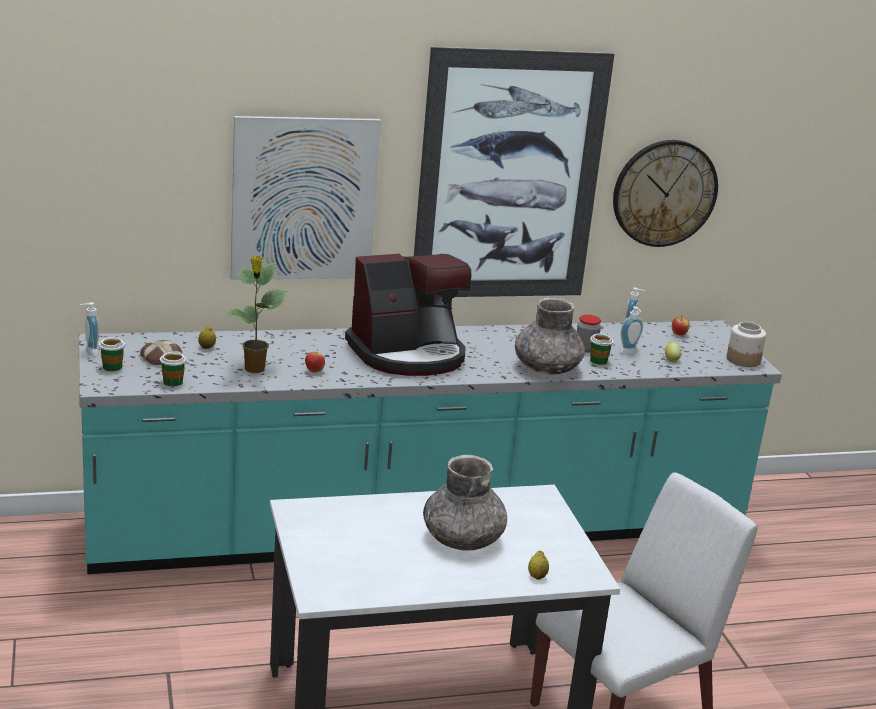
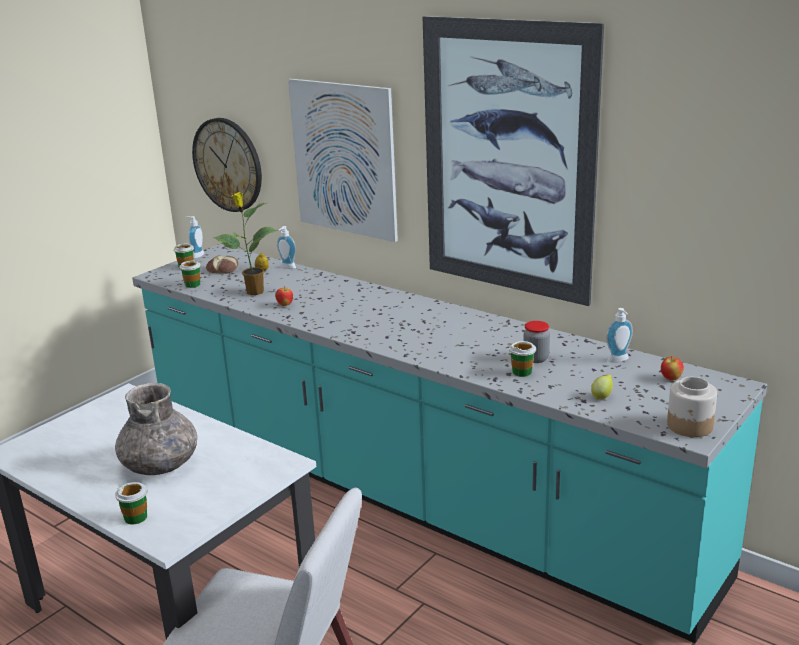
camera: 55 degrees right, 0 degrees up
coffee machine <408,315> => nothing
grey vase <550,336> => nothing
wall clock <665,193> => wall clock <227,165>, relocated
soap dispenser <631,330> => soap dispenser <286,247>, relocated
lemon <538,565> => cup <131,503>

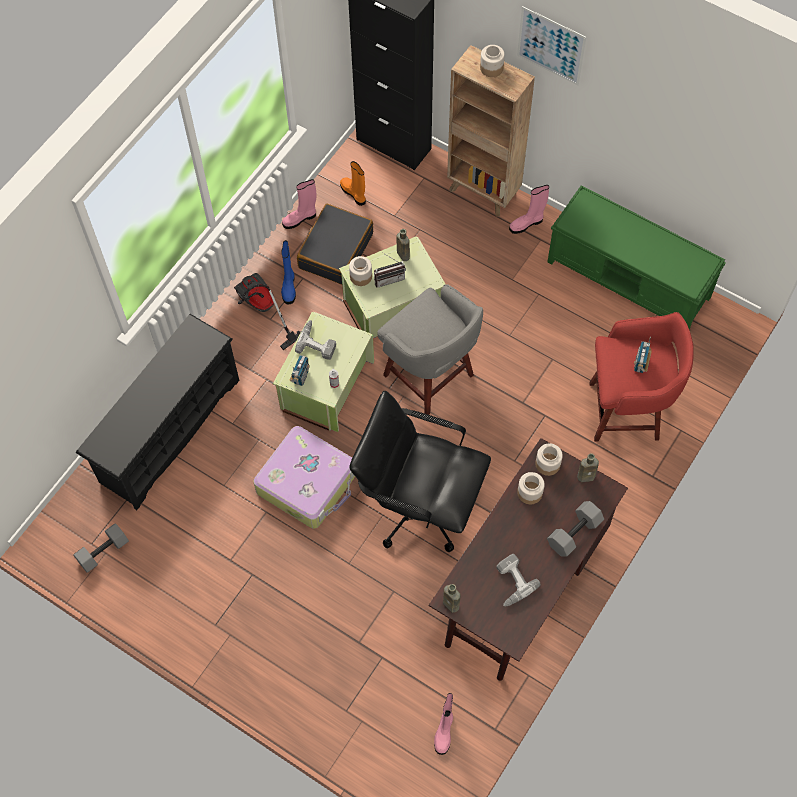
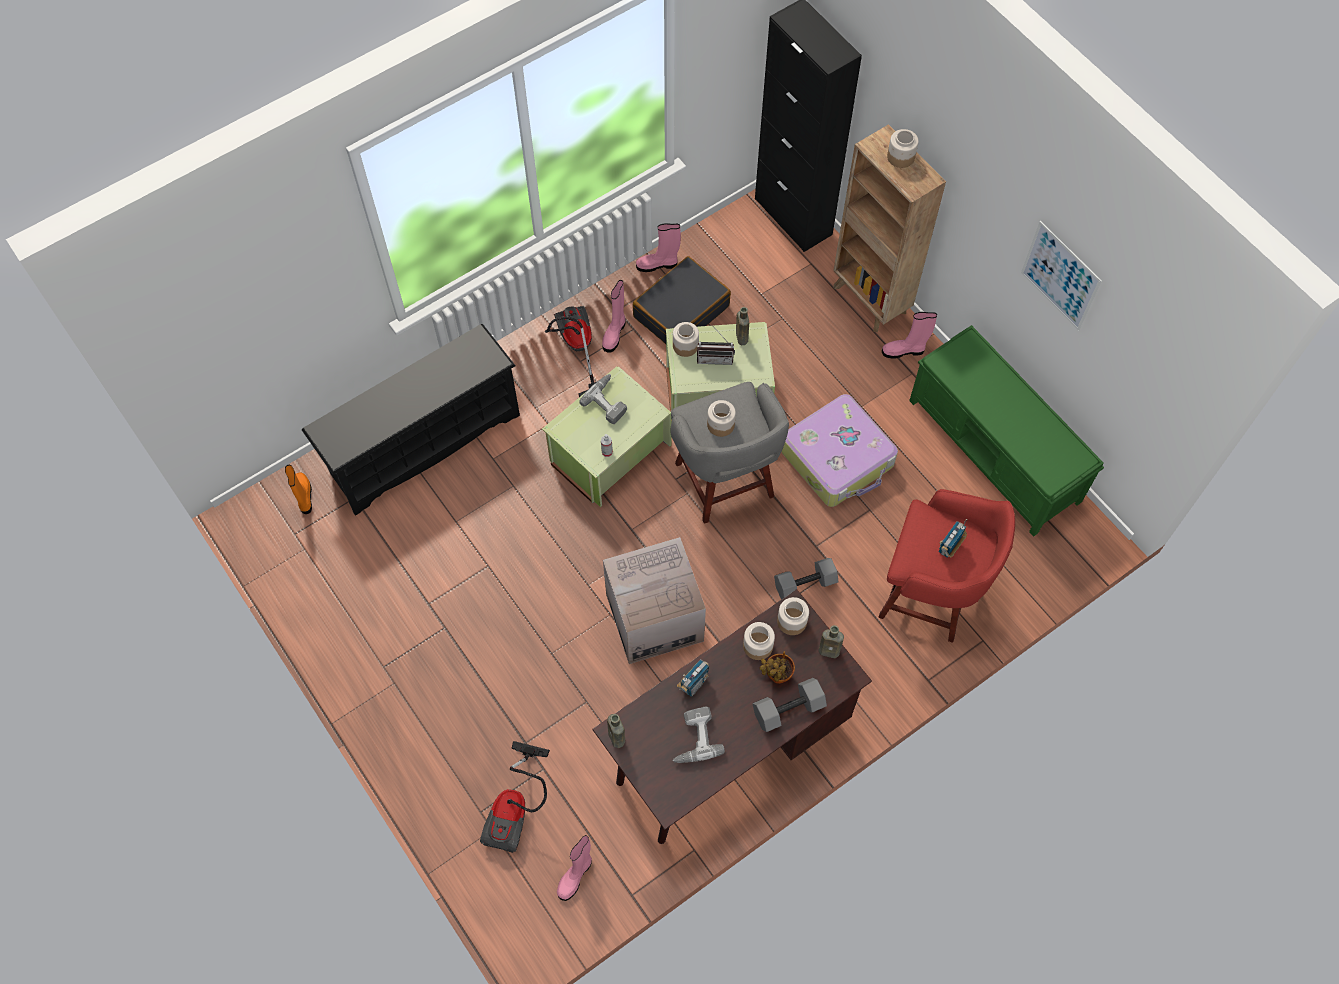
camera: 20 degrees right, 0 degrees up
nothing => vacuum cleaner <515,797>
nothing => jar <721,418>
nothing => potted plant <777,667>
grey dumbbell <101,548> => grey dumbbell <806,579>, relocated
suitcase <304,477> => suitcase <840,450>, relocated
radio <300,370> => radio <693,677>, relocated
orange boot <353,183> => orange boot <298,489>, relocated
picture <551,46> => picture <1061,276>, relocated
black office chair <420,471> => cardboard box <654,600>
blue boot <288,272> => pink boot <614,316>

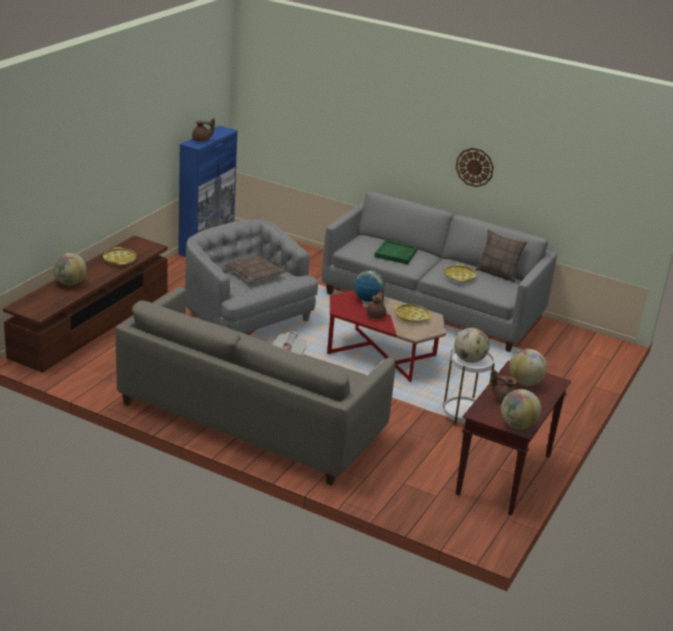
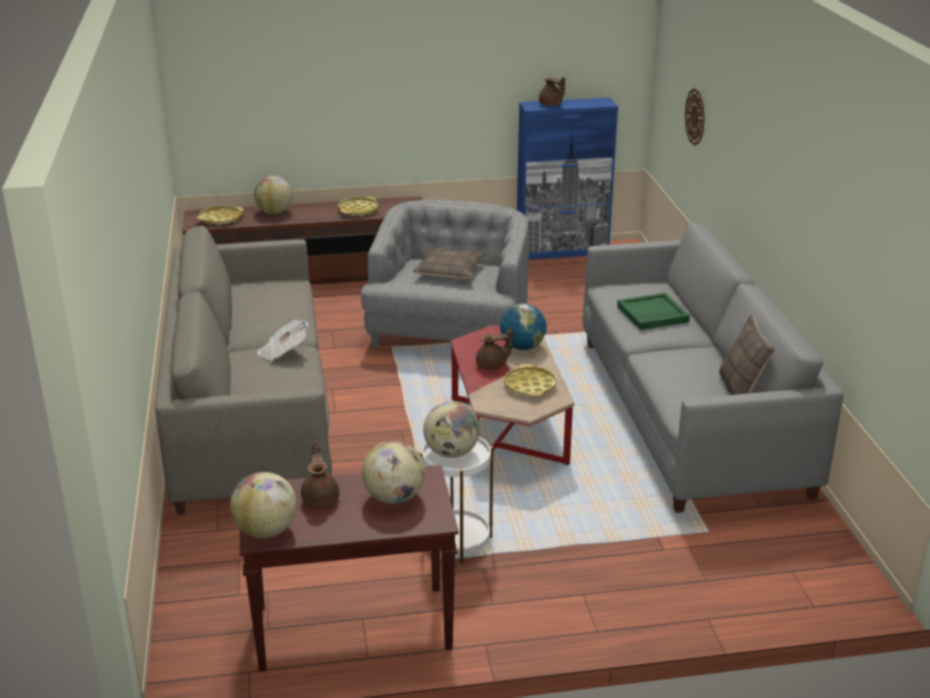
camera: 55 degrees right, 0 degrees up
yellow tray <460,273> => yellow tray <220,215>, relocated
wall clock <475,167> => wall clock <695,117>, relocated

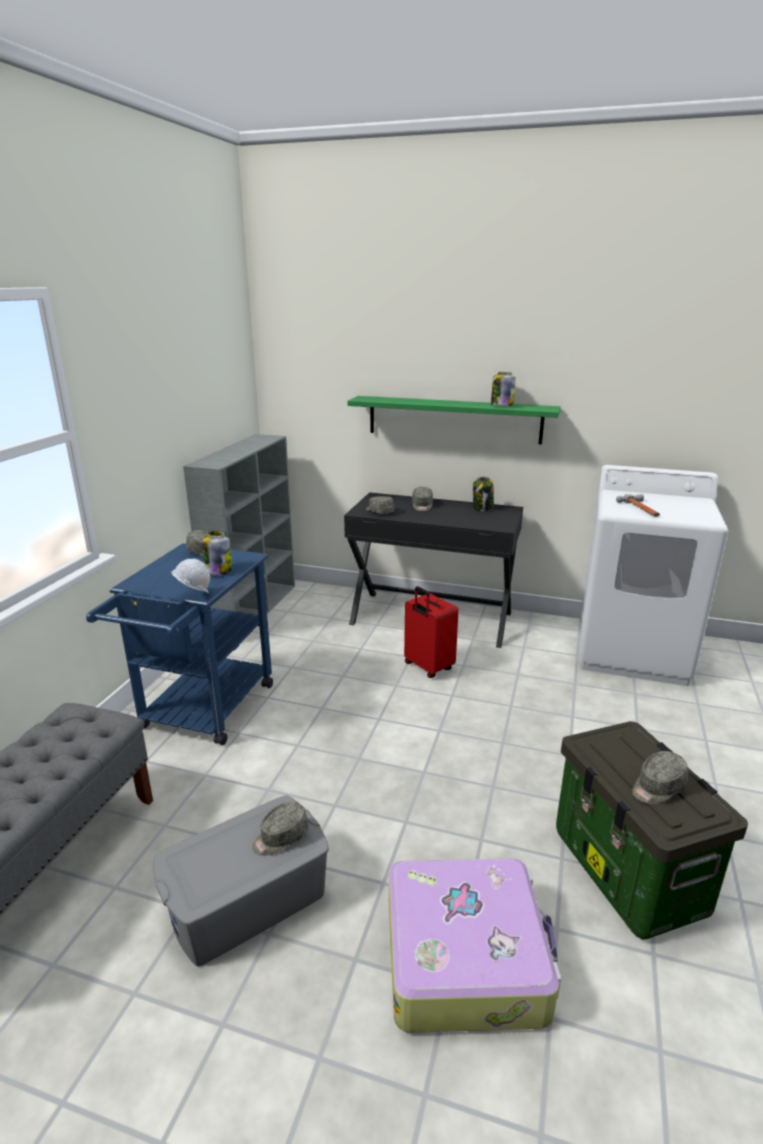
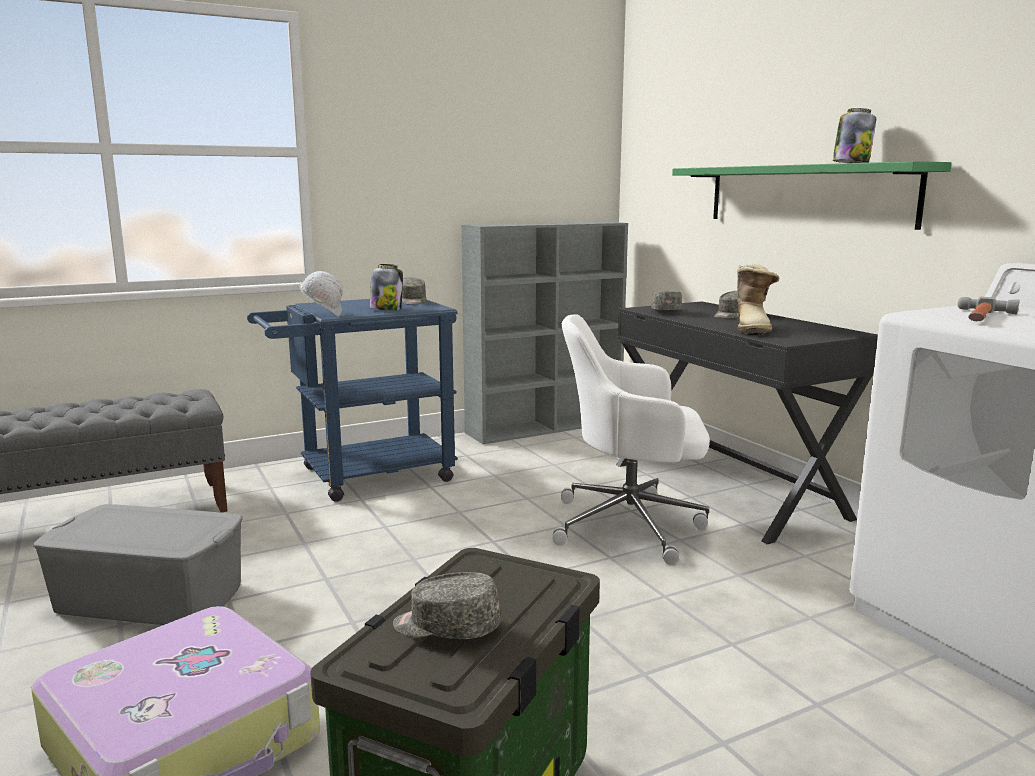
camera: 45 degrees right, 10 degrees down
grey cap <280,829> => nothing
jar <483,494> => nothing
nothing => boot <758,299>
red suitcase <431,632> => white office chair <631,439>

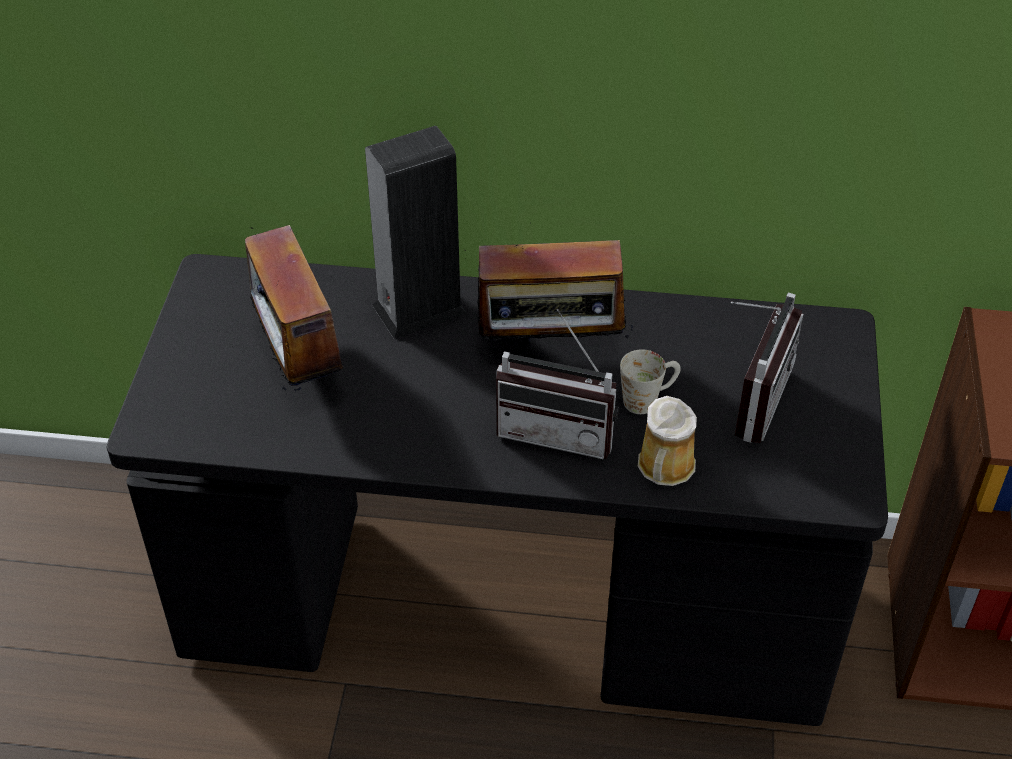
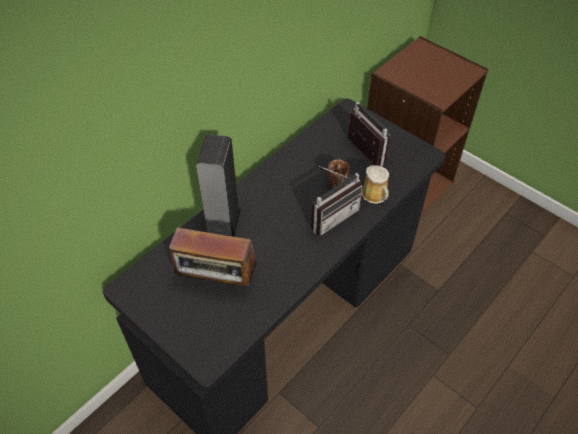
camera: 55 degrees left, 5 degrees up
radio <555,291> => nothing
white mug <650,381> => brown mug <338,173>

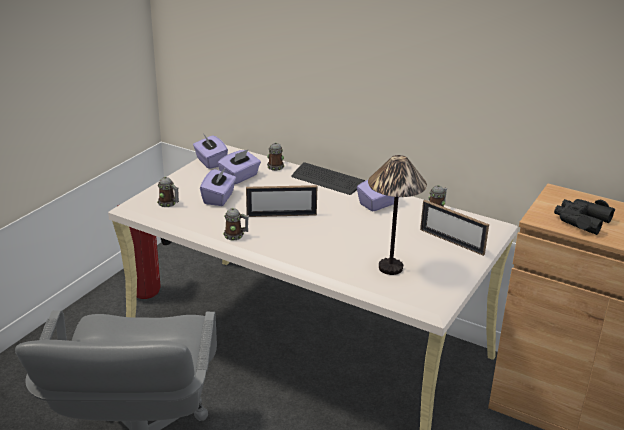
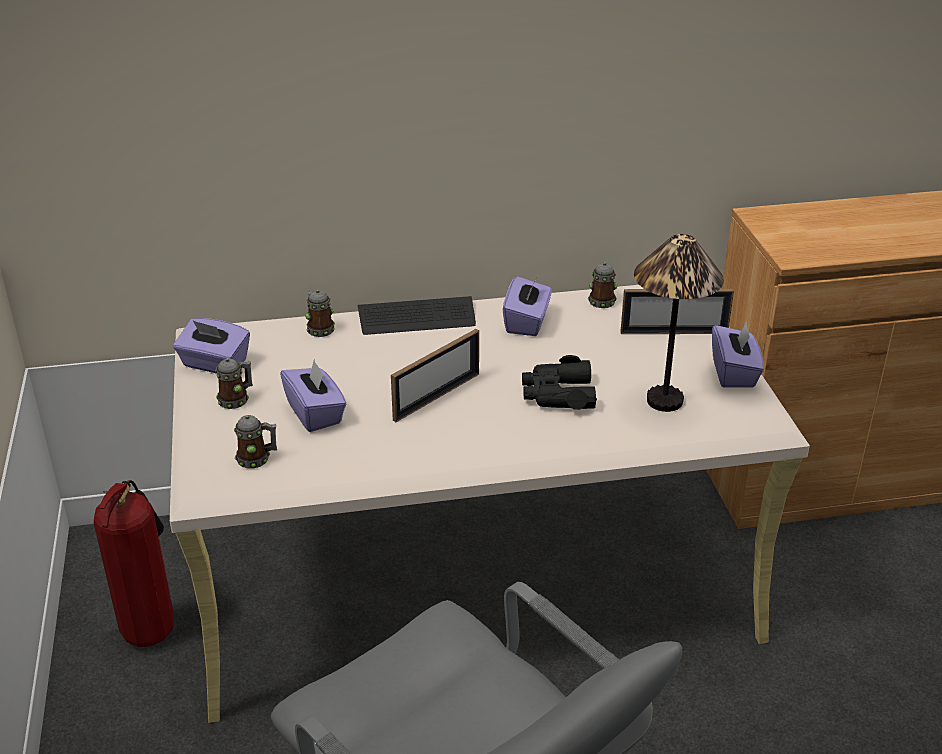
camera: 40 degrees left, 5 degrees up
purple tissue box <239,167> => purple tissue box <738,355>, relocated
mug <236,224> => mug <234,383>, relocated
black binoculars <584,217> => black binoculars <559,382>, relocated

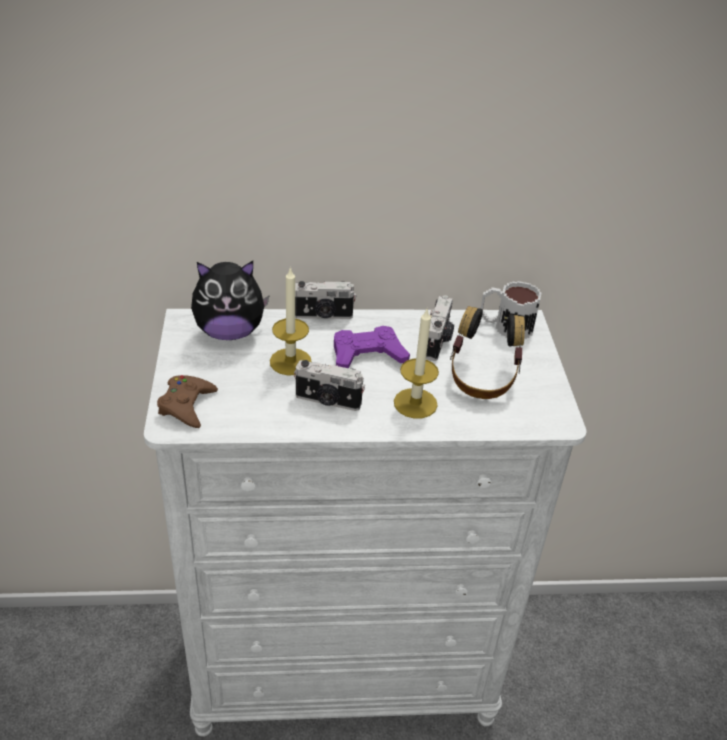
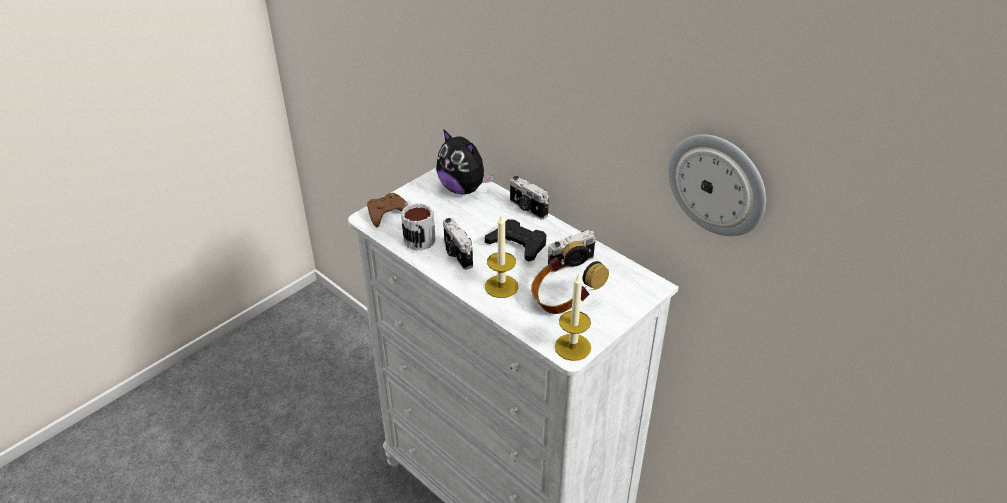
camera: 50 degrees right, 0 degrees up
nothing => wall clock <717,185>
candle <291,321> => candle <573,317>, relocated
mug <511,310> => mug <418,226>, relocated
purple game controller <372,347> => black game controller <515,240>

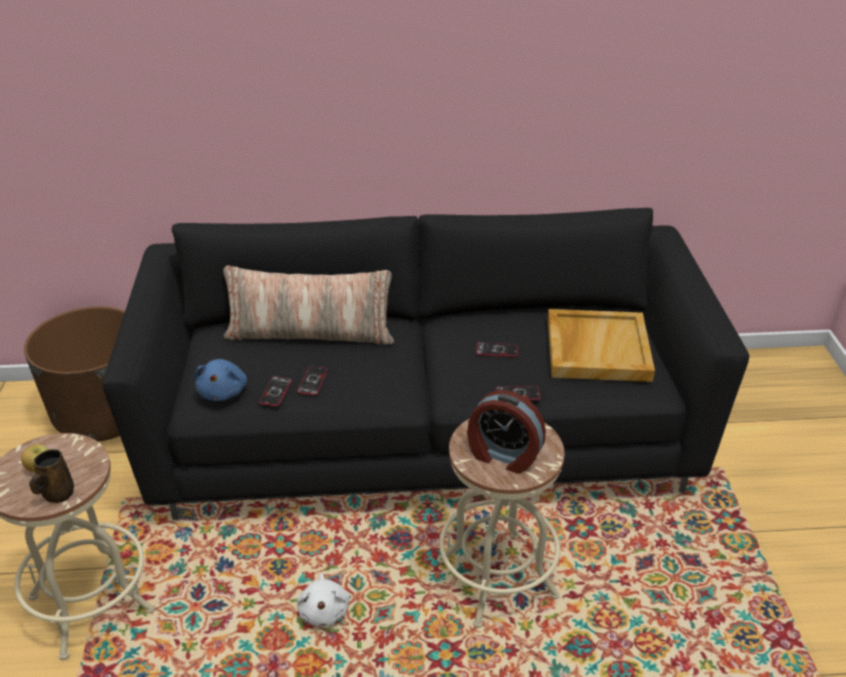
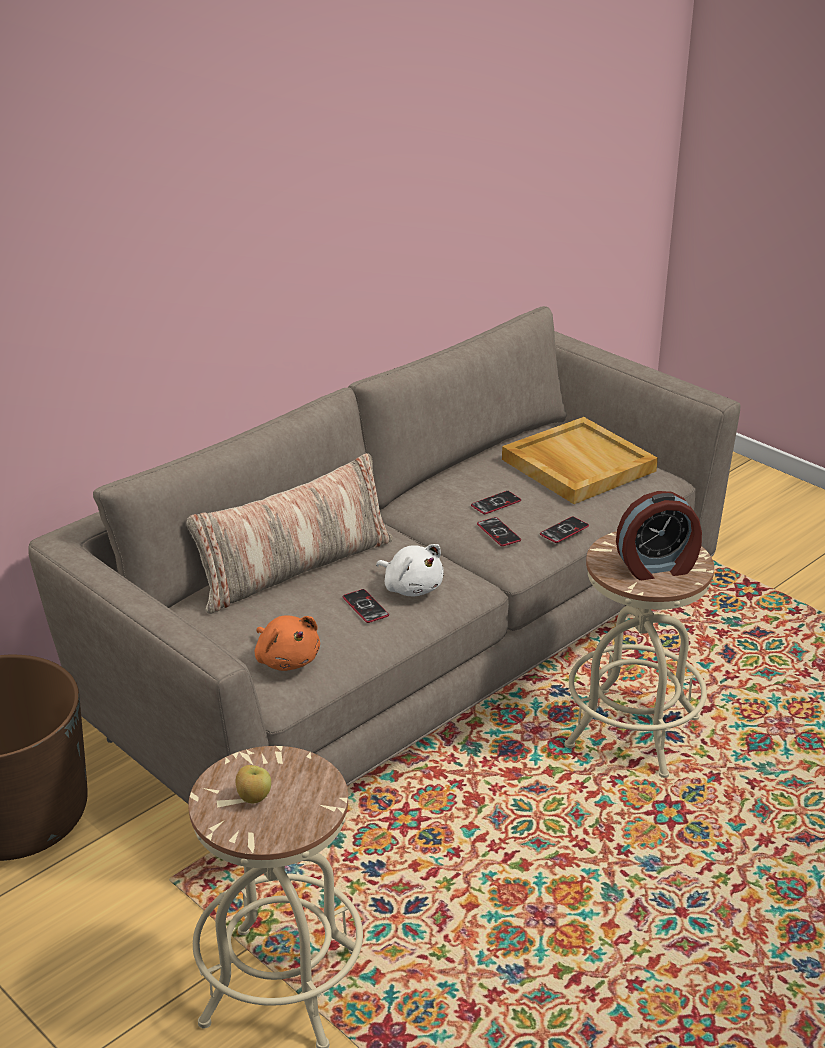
camera: 40 degrees left, 5 degrees down
brown mug <51,476> => nothing
phone <275,391> => phone <499,531>, relocated
white plush toy <323,600> => white plush toy <410,570>, relocated
black sofa <426,364> => beige sofa <384,555>
blue plush toy <221,380> => orange plush toy <287,643>

